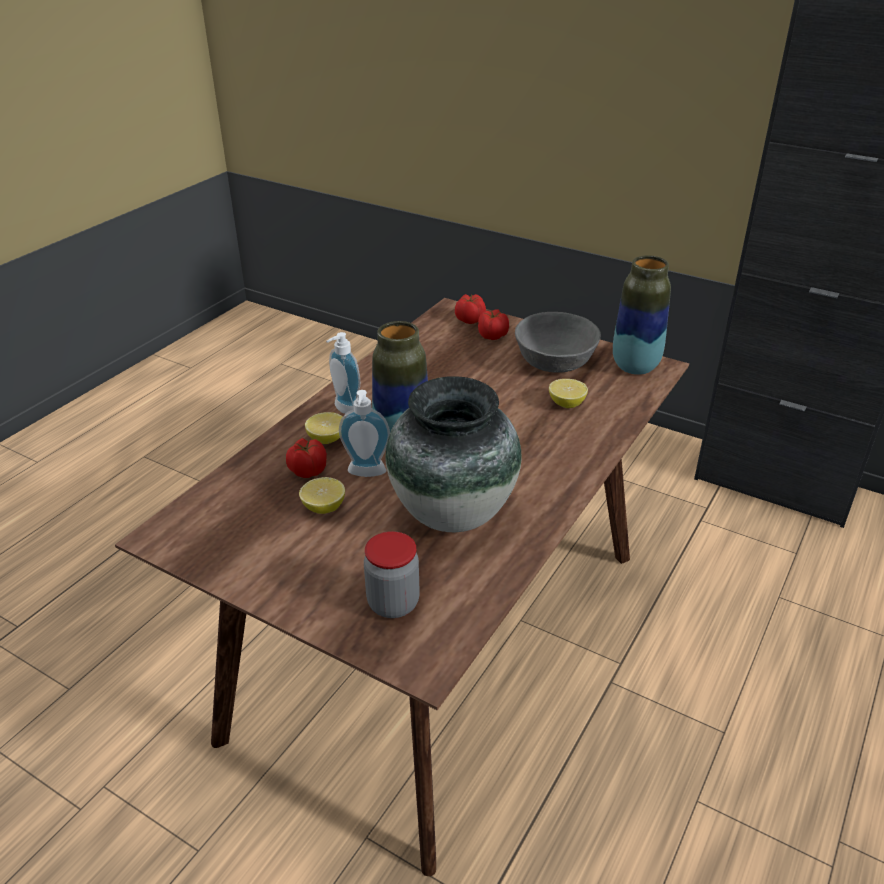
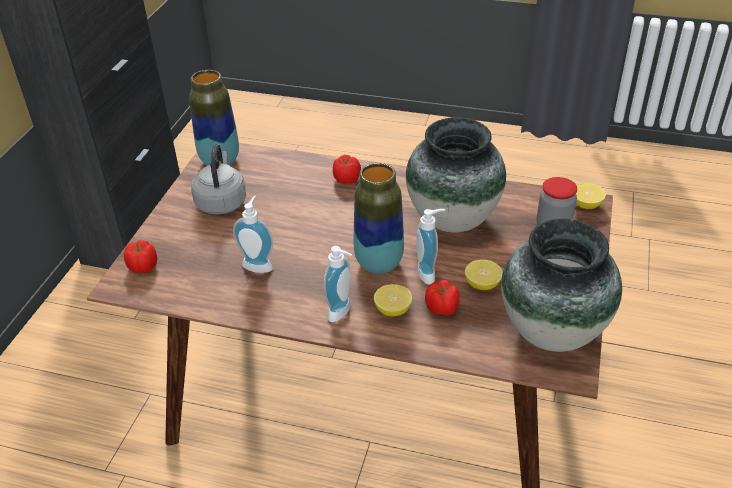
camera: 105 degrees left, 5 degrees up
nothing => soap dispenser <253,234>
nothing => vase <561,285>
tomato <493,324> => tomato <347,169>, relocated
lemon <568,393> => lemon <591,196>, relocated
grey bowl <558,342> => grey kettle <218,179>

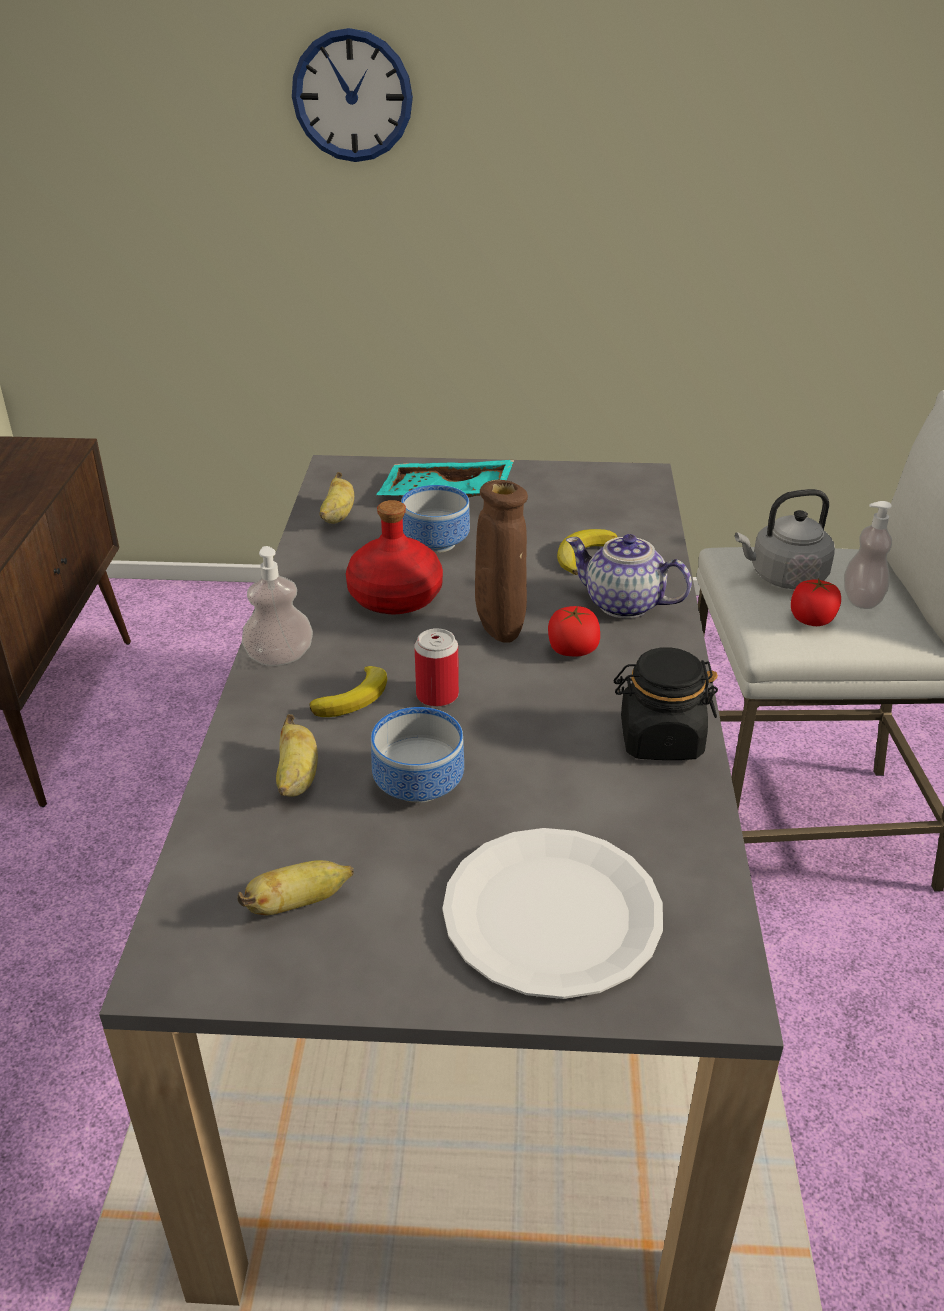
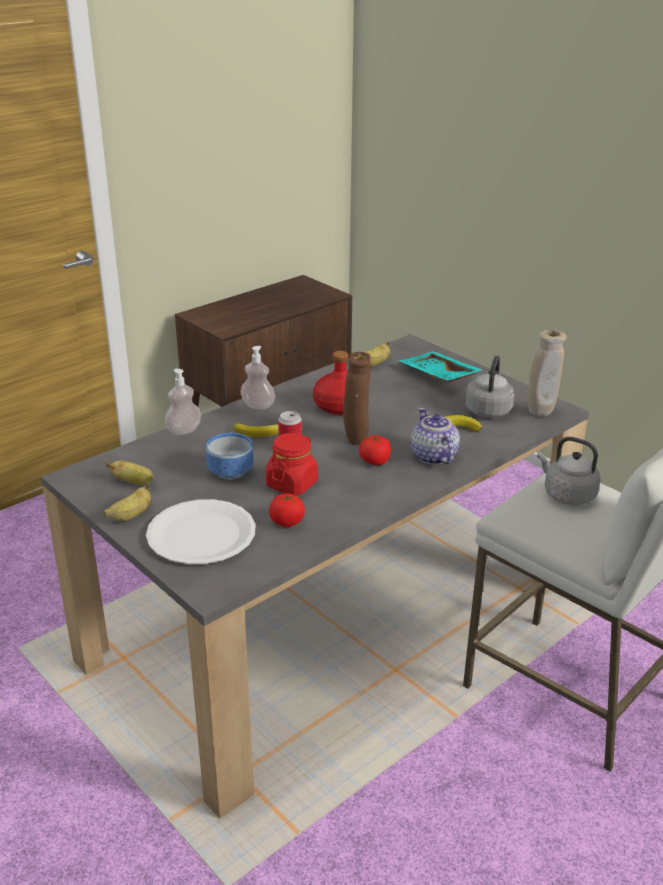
camera: 45 degrees right, 5 degrees down
wall clock <352,95> => nothing
bowl <435,519> => nothing
black jar <666,703> => nothing
nothing => red jar <292,464>
nothing => grey kettle <489,386>
nothing => beige vase <547,373>
banana <297,755> => banana <127,502>, relocated
tomato <816,602> => tomato <287,510>, relocated
soap dispenser <868,555> => soap dispenser <182,402>, relocated

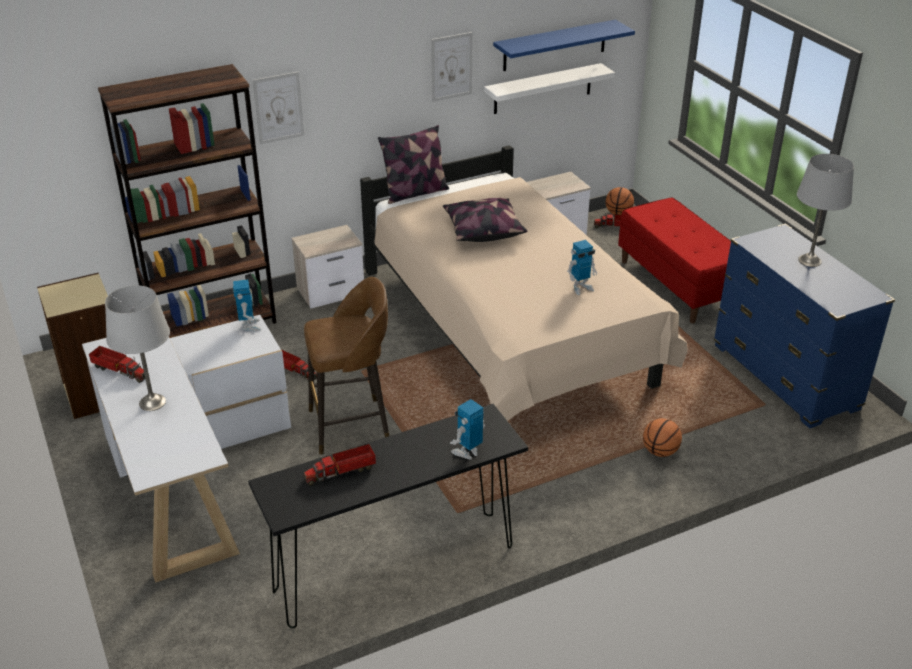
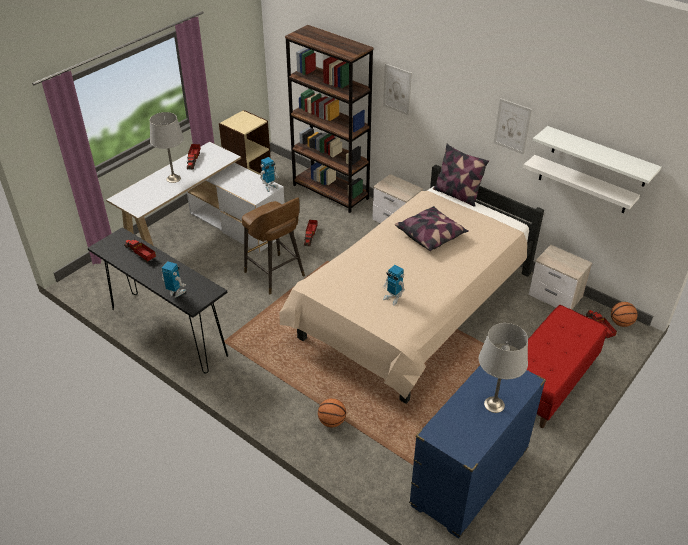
camera: 65 degrees right, 5 degrees up
blue shelf <564,45> => white shelf <597,156>

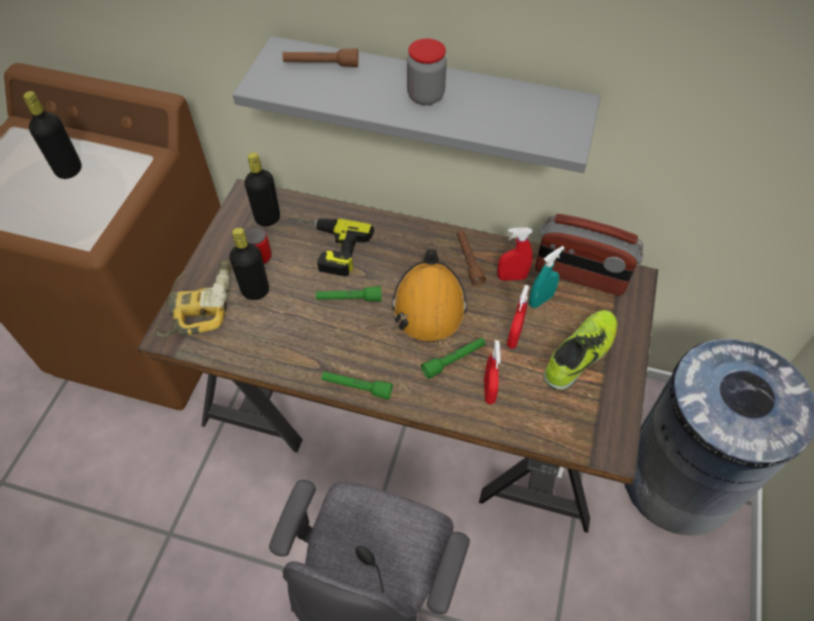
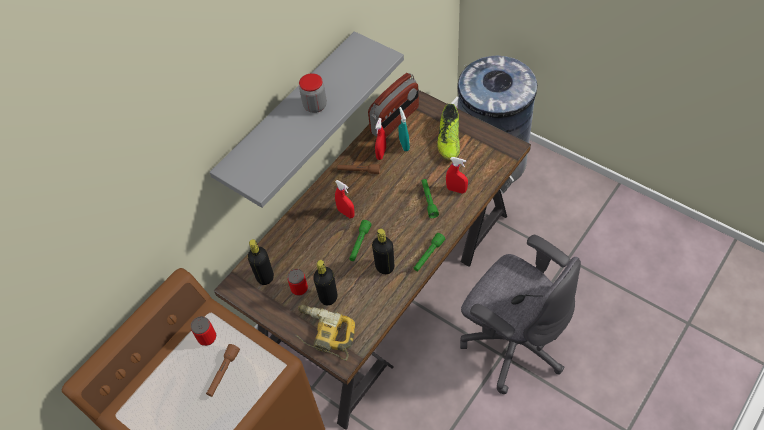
camera: 65 degrees left, 0 degrees up
power drill <331,247> => nothing
orange hard hat <429,295> => nothing
nothing => can <203,331>
black bottle <52,135> => black bottle <383,251>, relocated
brown flashlight <320,57> => brown flashlight <223,370>, relocated
red spray bottle <518,317> => red spray bottle <345,199>, relocated
shoe <580,350> => shoe <448,132>, 150 degrees counterclockwise

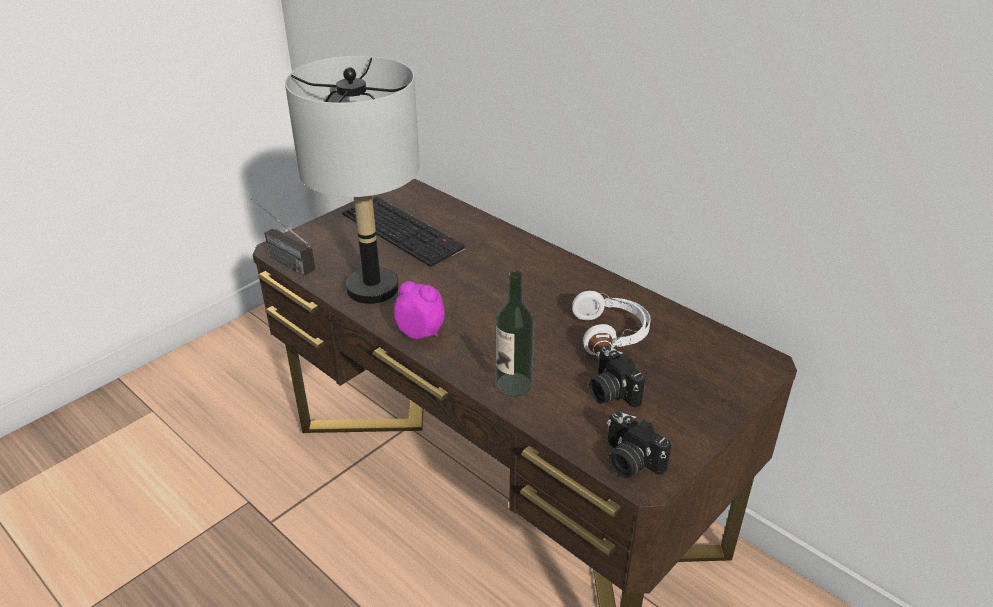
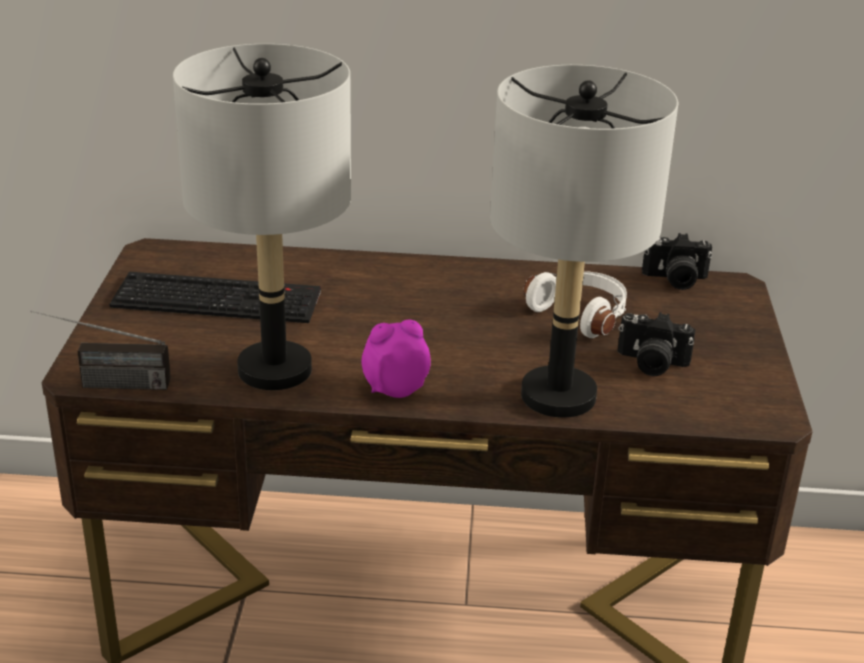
camera: 40 degrees left, 5 degrees down
photo camera <639,444> => photo camera <677,261>, relocated
bottle <514,333> => grey table lamp <584,241>

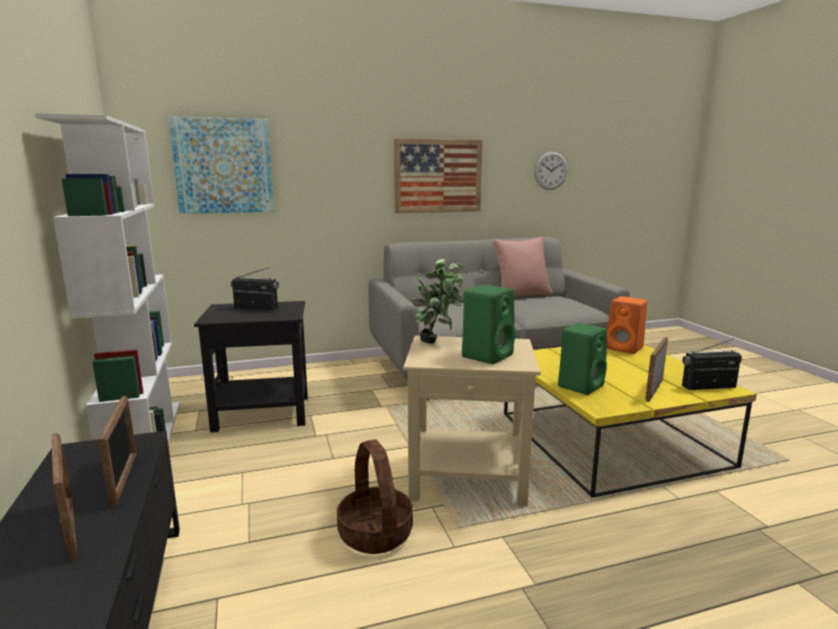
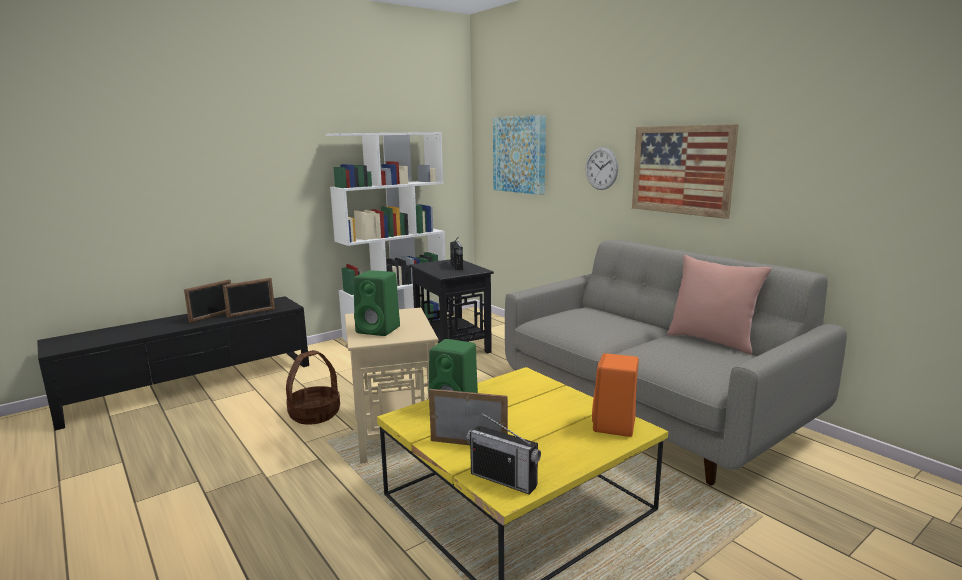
camera: 70 degrees right, 0 degrees up
potted plant <439,301> => nothing
wall clock <551,171> => wall clock <602,168>, relocated
radio <712,364> => radio <503,453>, 150 degrees clockwise

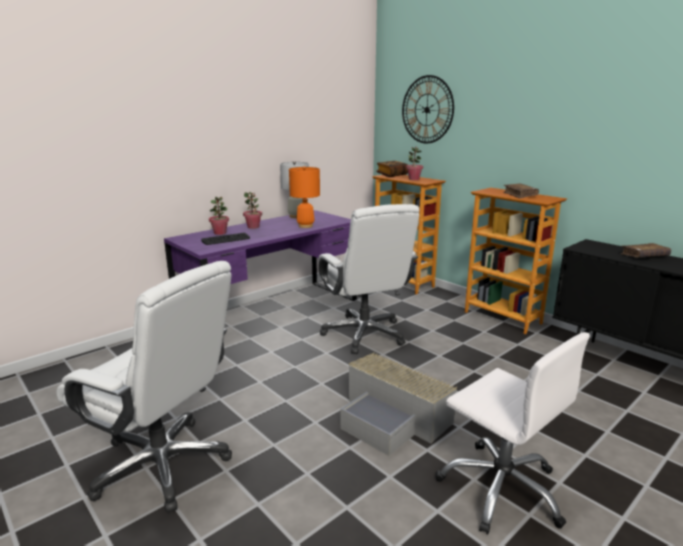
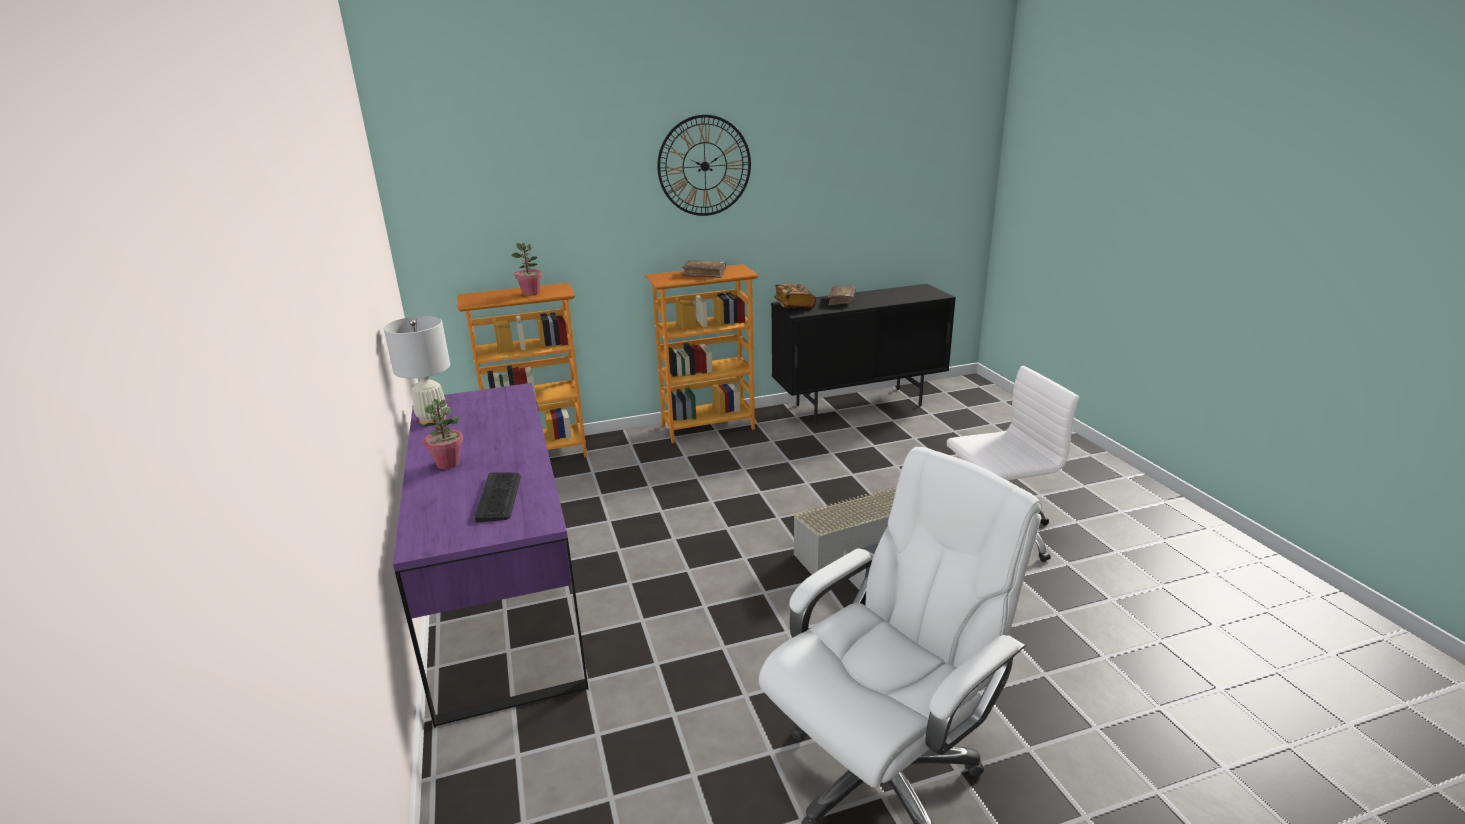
camera: 65 degrees left, 5 degrees up
potted plant <219,216> => nothing
orange table lamp <304,197> => nothing
white office chair <368,279> => nothing
book <392,169> => book <795,297>, relocated
wall clock <428,109> => wall clock <704,165>, relocated

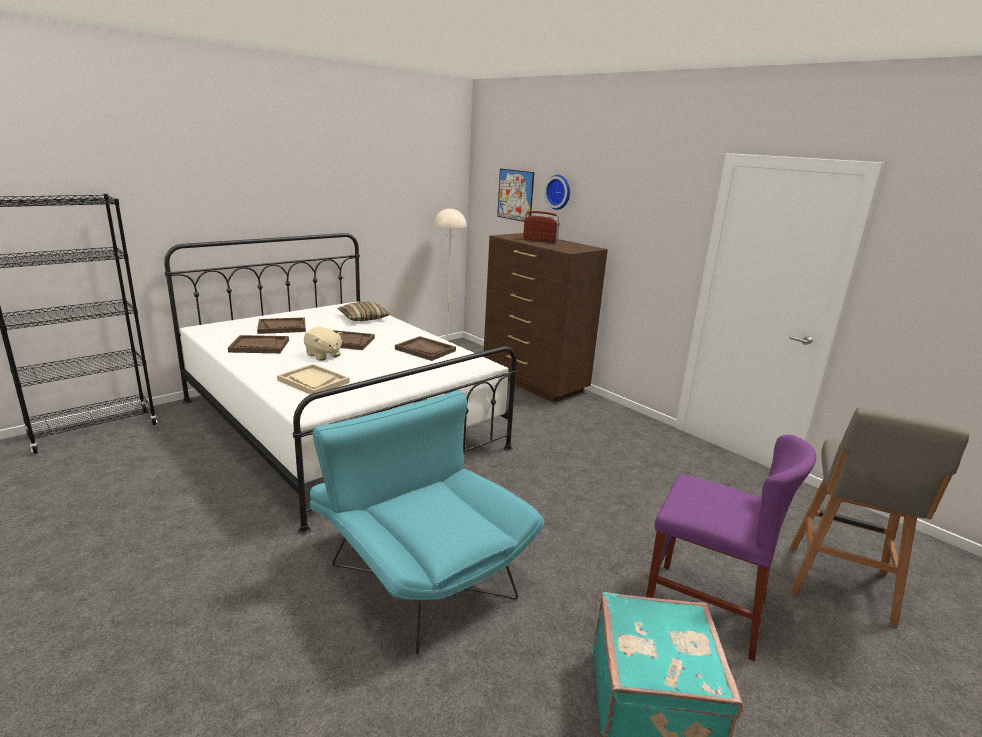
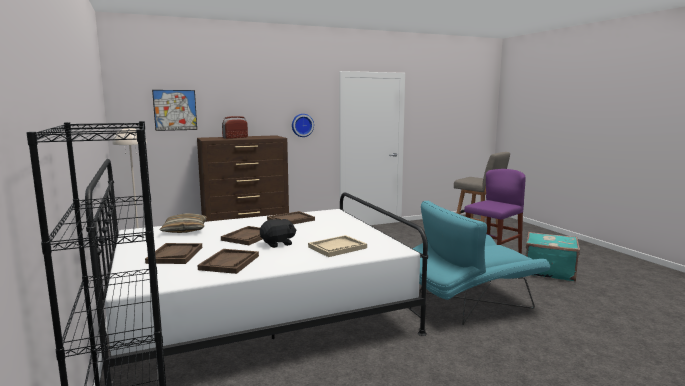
camera: 70 degrees left, 10 degrees down
wall clock <557,192> => wall clock <303,125>, relocated
beige plush toy <323,344> => black plush toy <278,233>

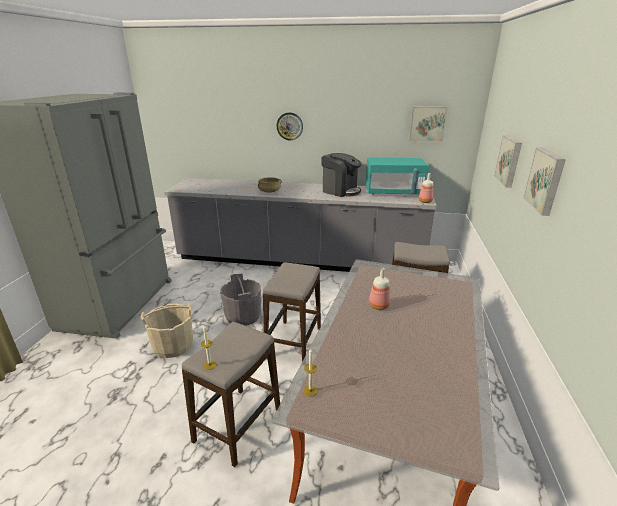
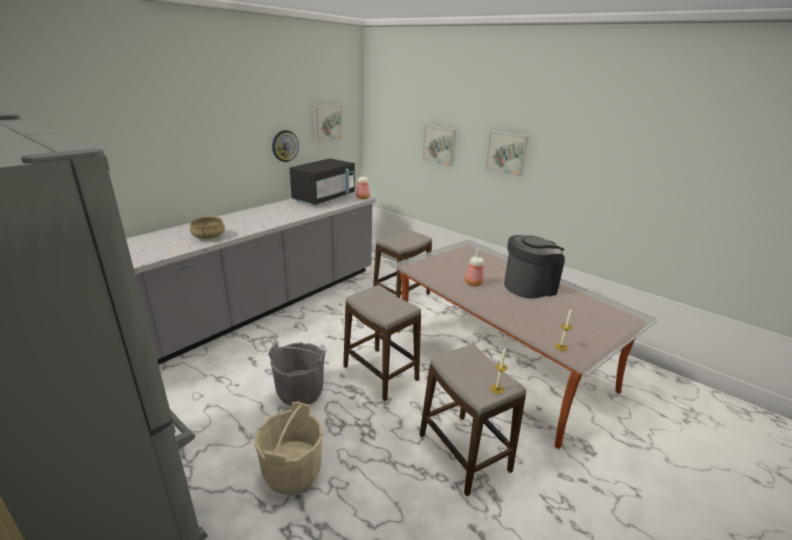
camera: 60 degrees left, 0 degrees up
wall clock <289,126> => wall clock <285,146>, relocated
coffee machine <341,175> => coffee machine <534,267>, relocated
turquoise microwave <397,176> => black microwave <322,181>

